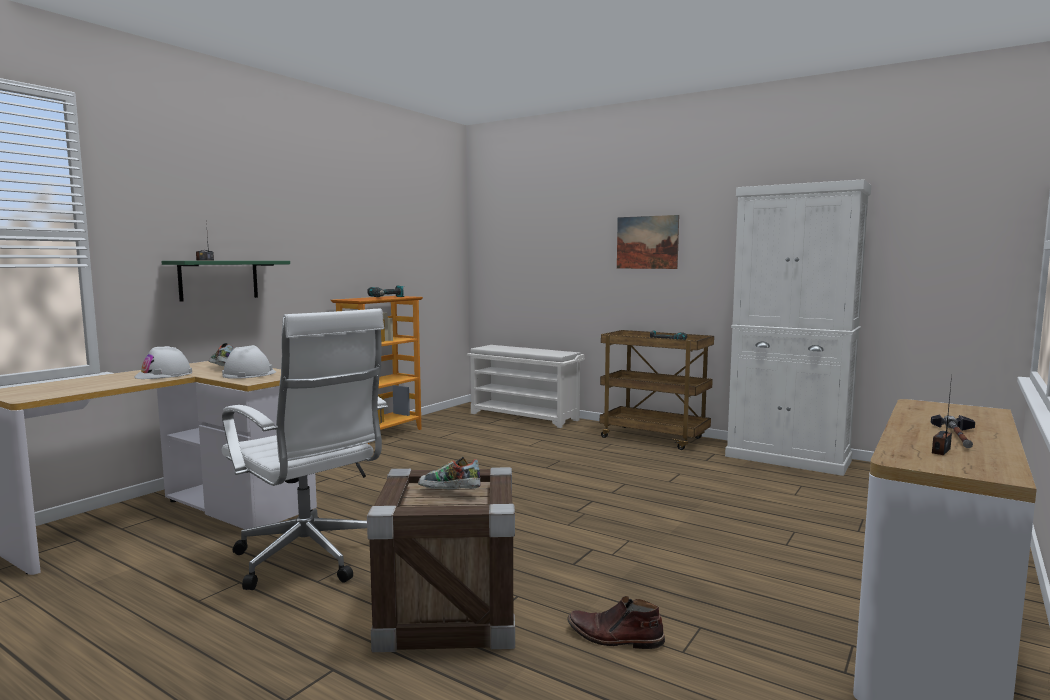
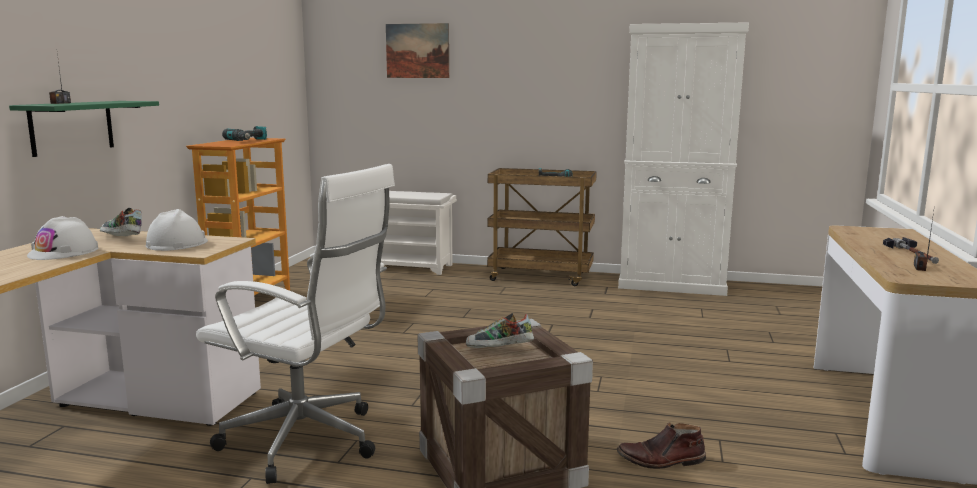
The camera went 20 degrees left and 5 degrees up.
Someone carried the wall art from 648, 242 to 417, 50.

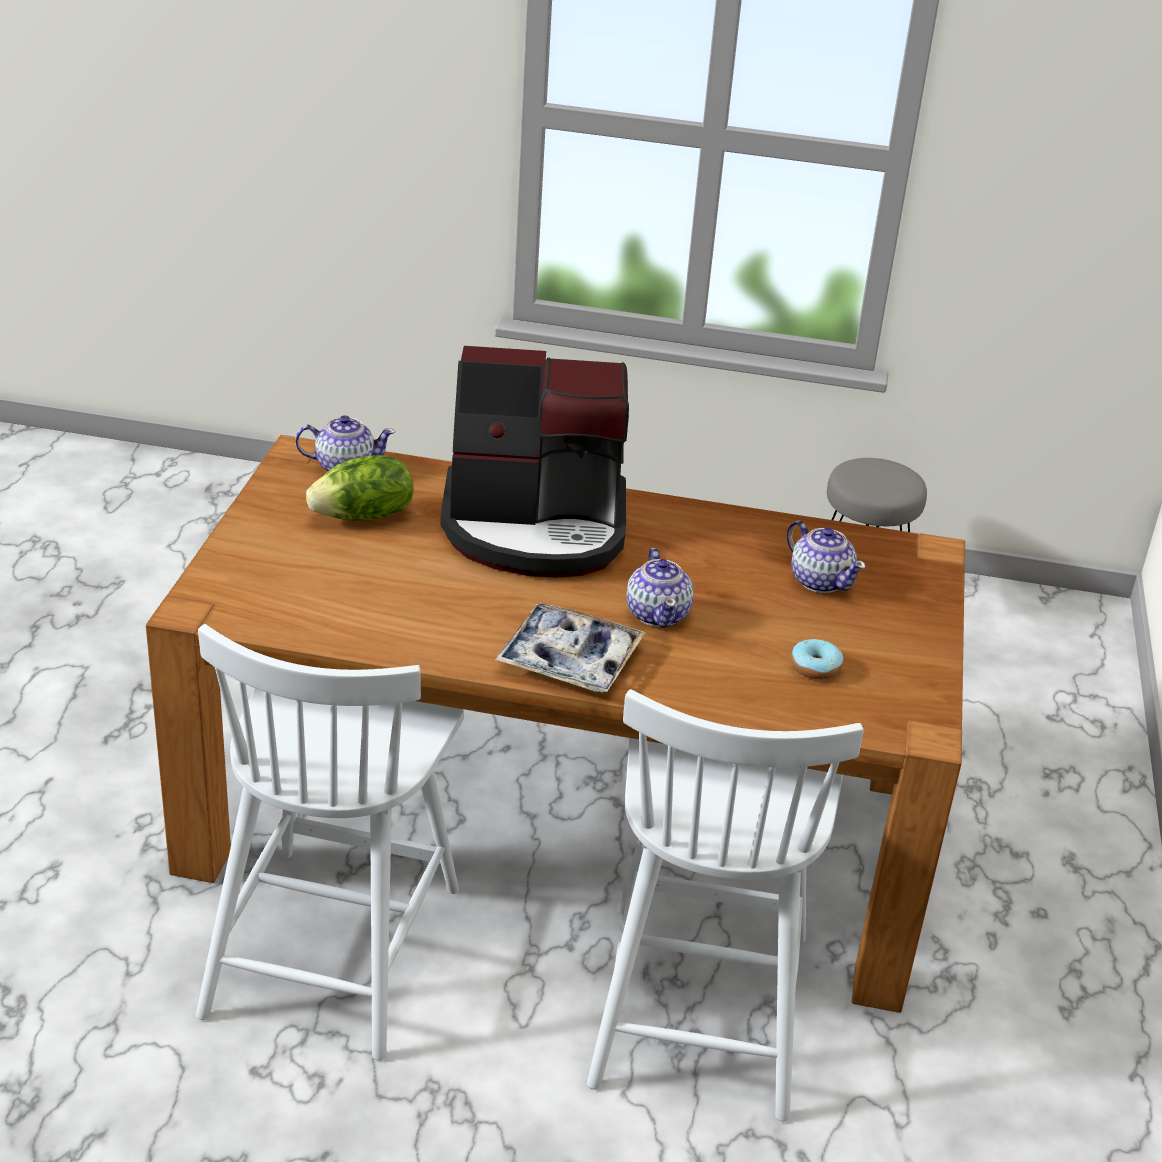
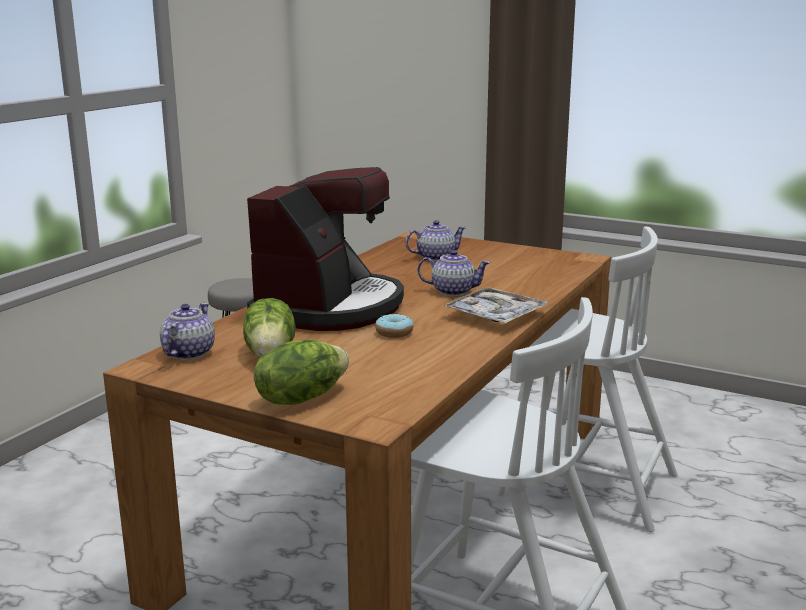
The camera went 70 degrees left and 15 degrees down.
Someone put down the lettuce head at 301, 372.
Someone carried the donut from 817, 659 to 394, 325.

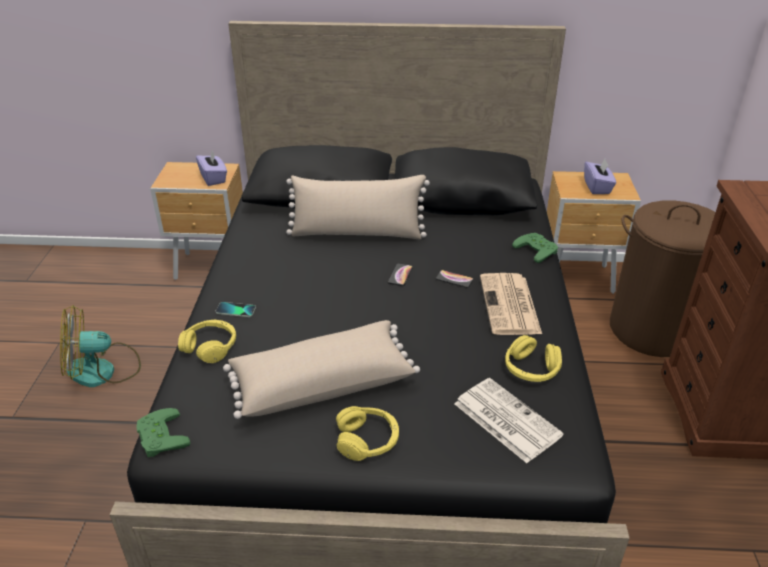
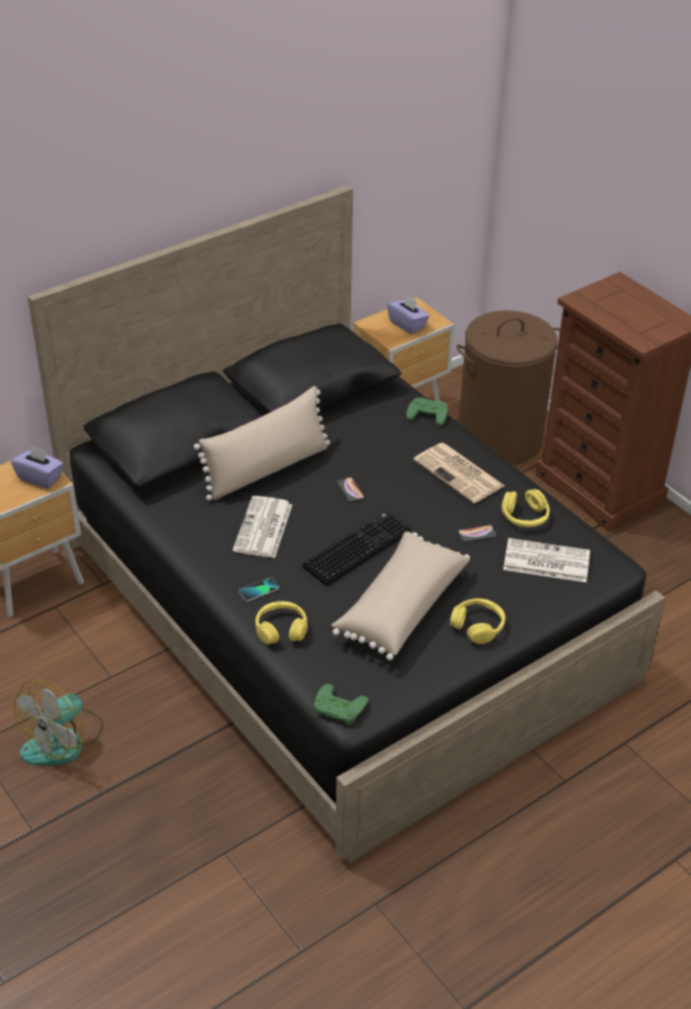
The camera went 40 degrees left and 5 degrees up.
Someone put down the newspaper at 262, 527.
Someone put down the PC keyboard at 356, 548.
Someone carried the telephone from 455, 279 to 477, 533.

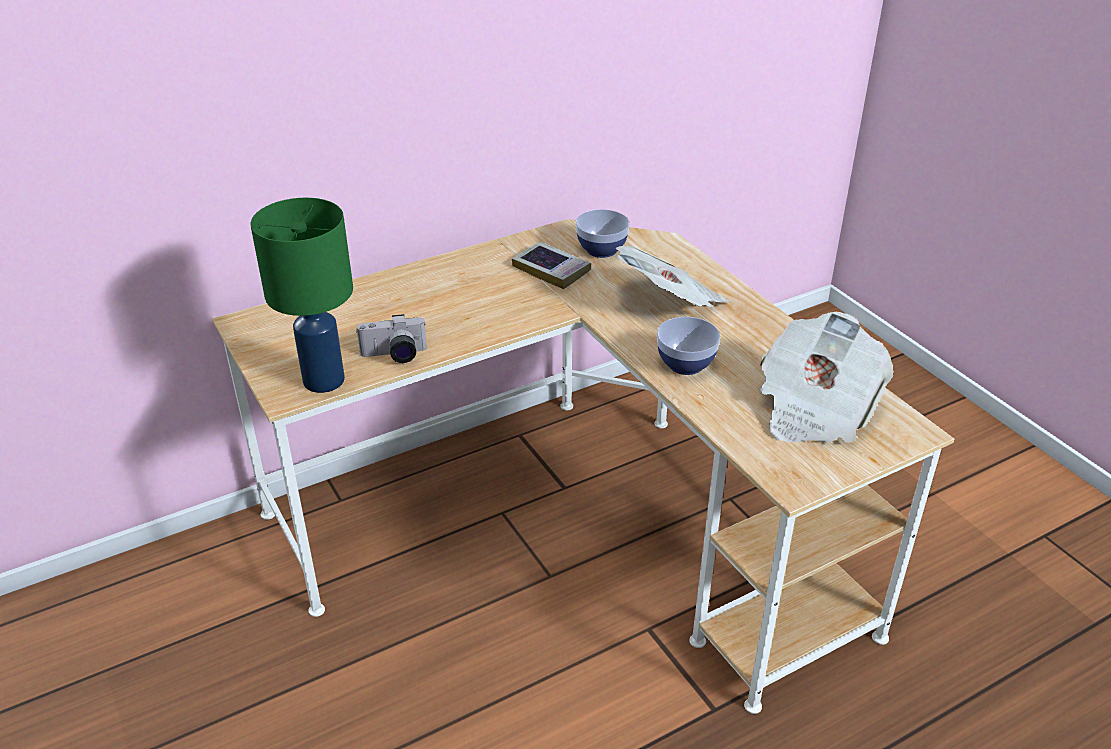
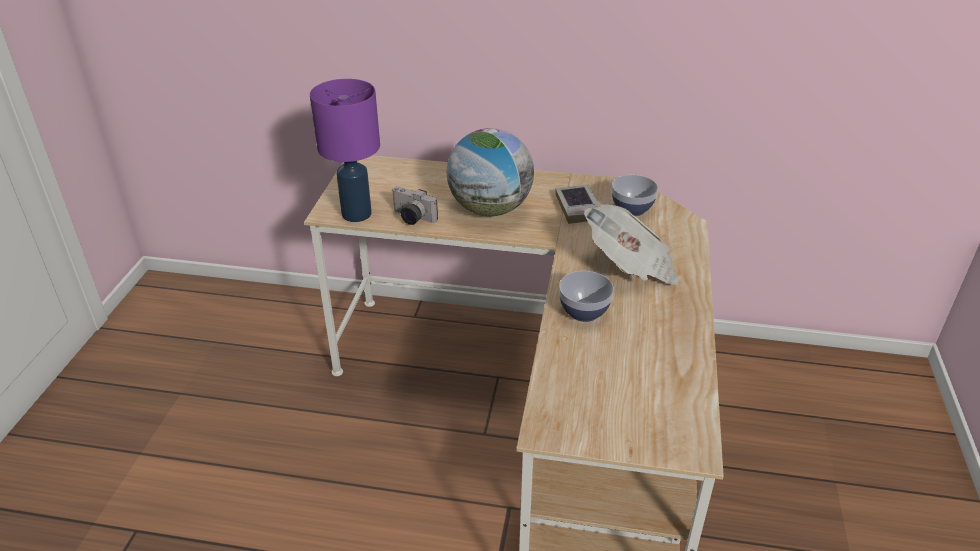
The camera went 40 degrees right and 0 degrees up.
Someone took away the newspaper at 827, 377.
Someone put down the world globe at 490, 172.
Someone repainted the greenish table lamp at 302, 295, which became the purplish table lamp at 345, 150.

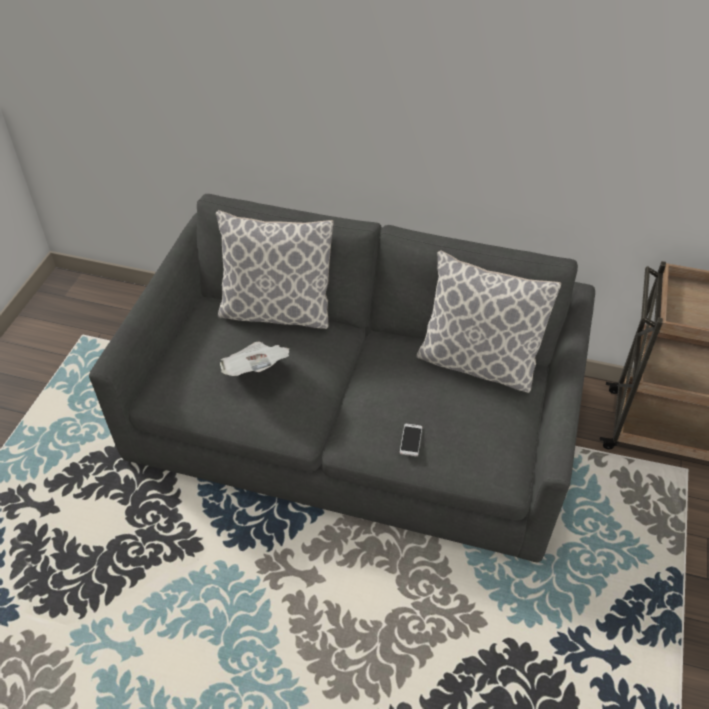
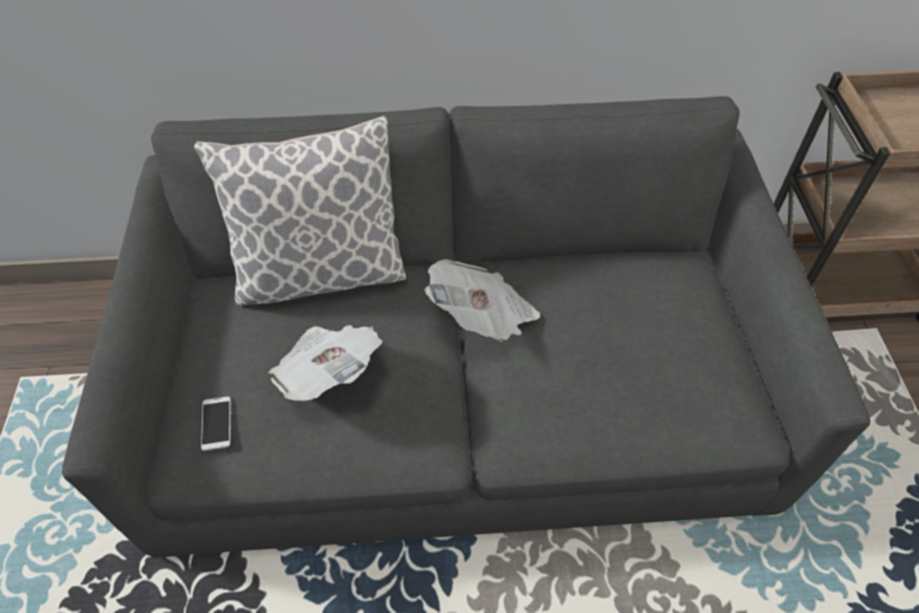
The camera went 20 degrees left and 5 degrees up.
Someone took away the pillow at 488, 321.
Someone put down the newspaper at 482, 300.
Someone carried the telephone from 411, 440 to 216, 423.

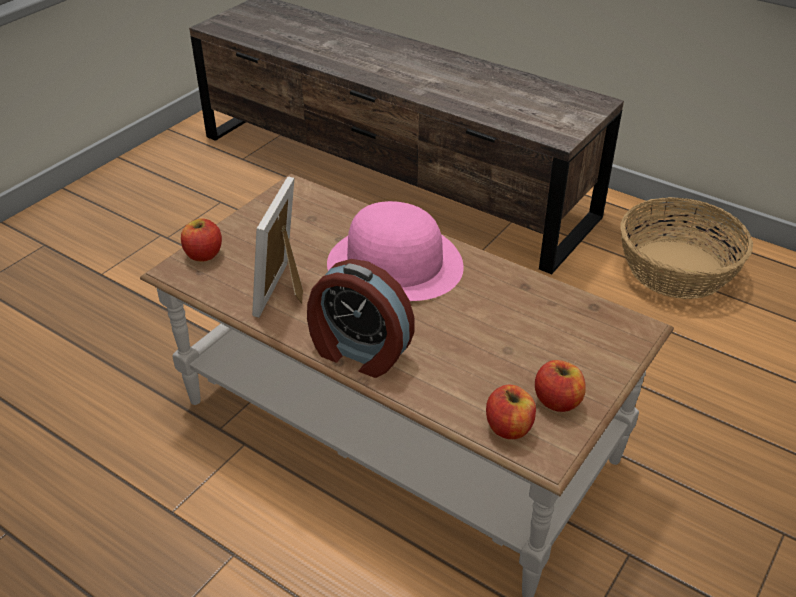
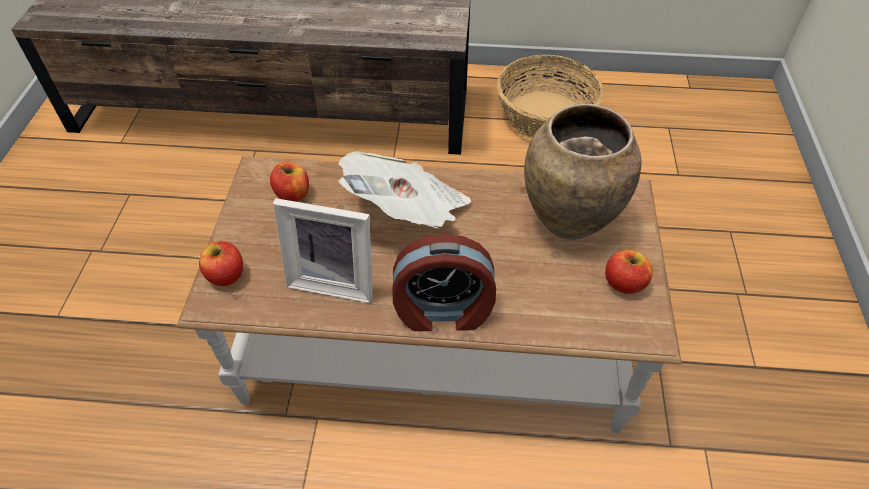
The camera went 30 degrees left and 10 degrees up.
Someone put down the brown-coloured flower vase at 582, 172.
Someone carried the whole apple from 511, 412 to 289, 182.
Someone swapped the pink wearable hat at 395, 251 for the newspaper at 404, 189.
Someone rotated the picture frame at 277, 247 by 60 degrees counterclockwise.

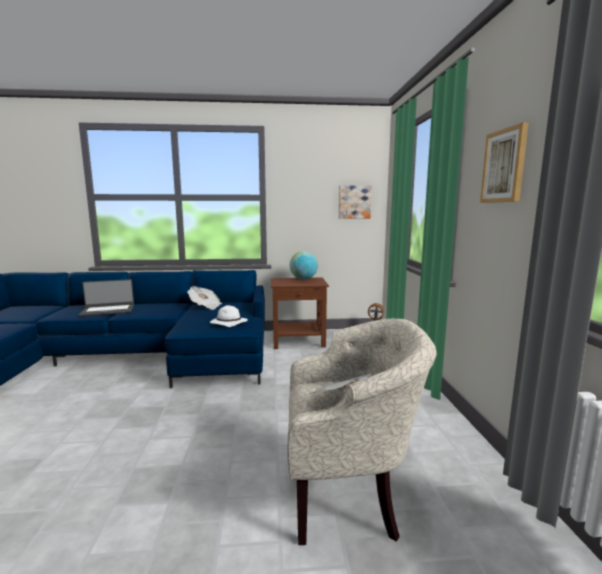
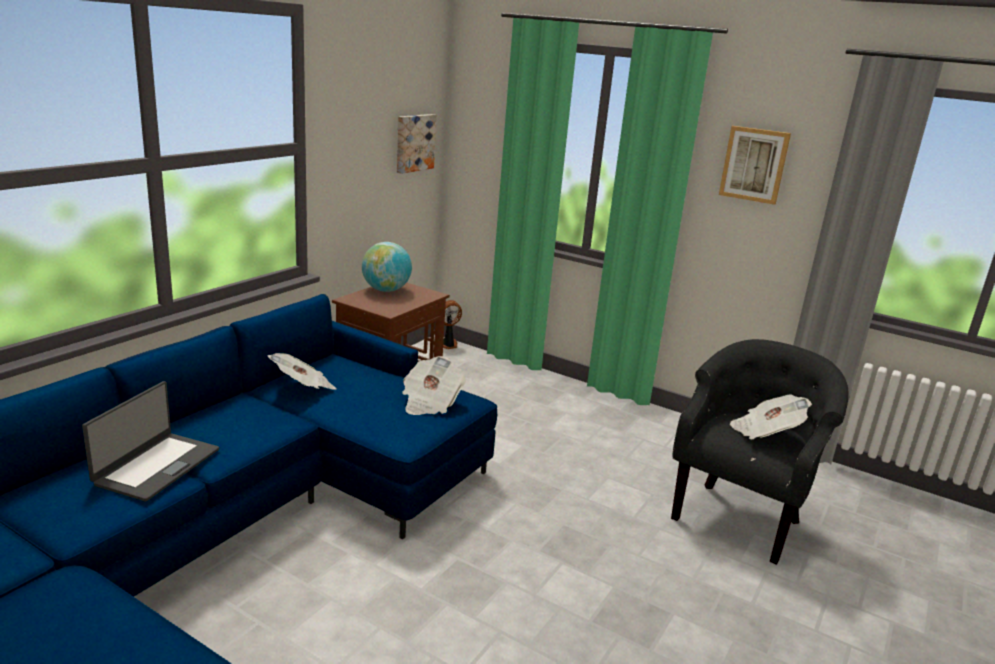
The camera went 55 degrees left and 10 degrees up.
Someone swapped the white wearable hat at 229, 316 for the newspaper at 434, 385.
Someone repainted the beige-coloured easy chair at 362, 432, which became the black easy chair at 760, 452.

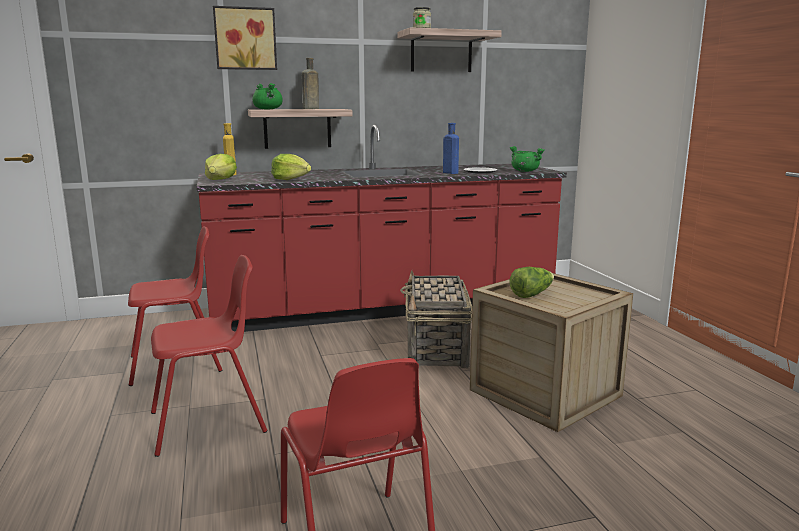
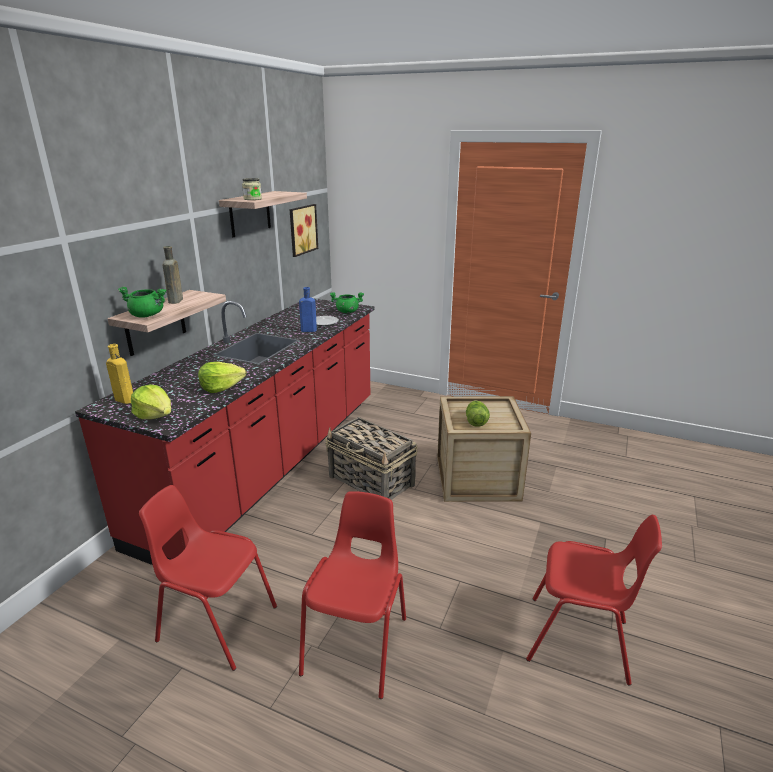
The camera went 50 degrees left and 10 degrees up.
Someone carried the wall art from 245, 38 to 303, 230.
Someone rotated the red chair at 175, 306 by 90 degrees counterclockwise.

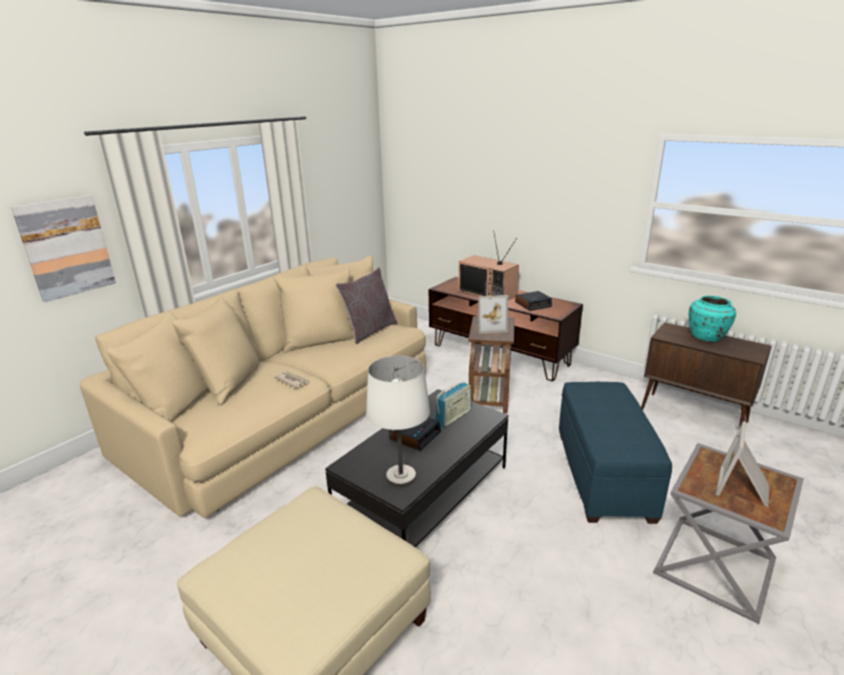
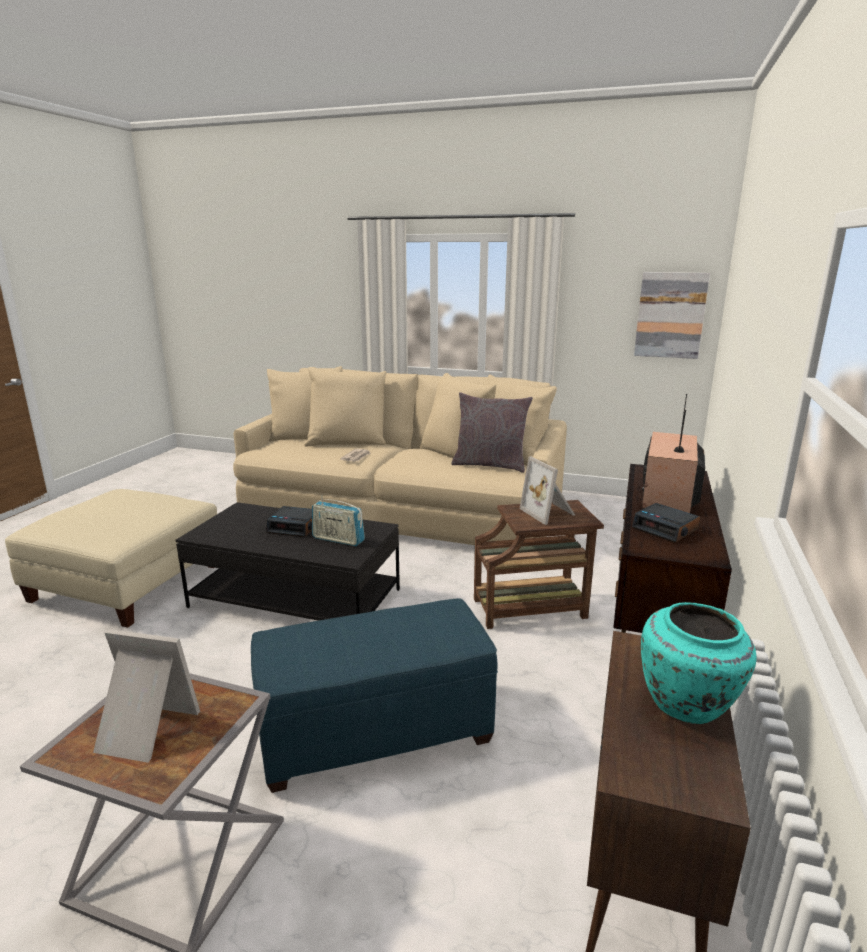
The camera went 70 degrees right and 5 degrees down.
Someone took away the white table lamp at 398, 421.
Someone carried the wall art from 63, 248 to 672, 315.

